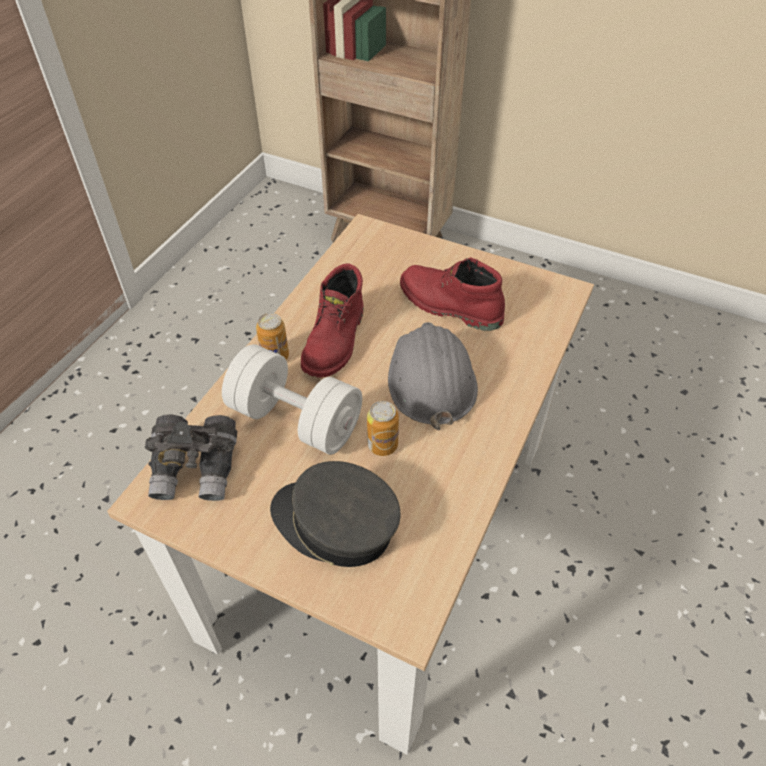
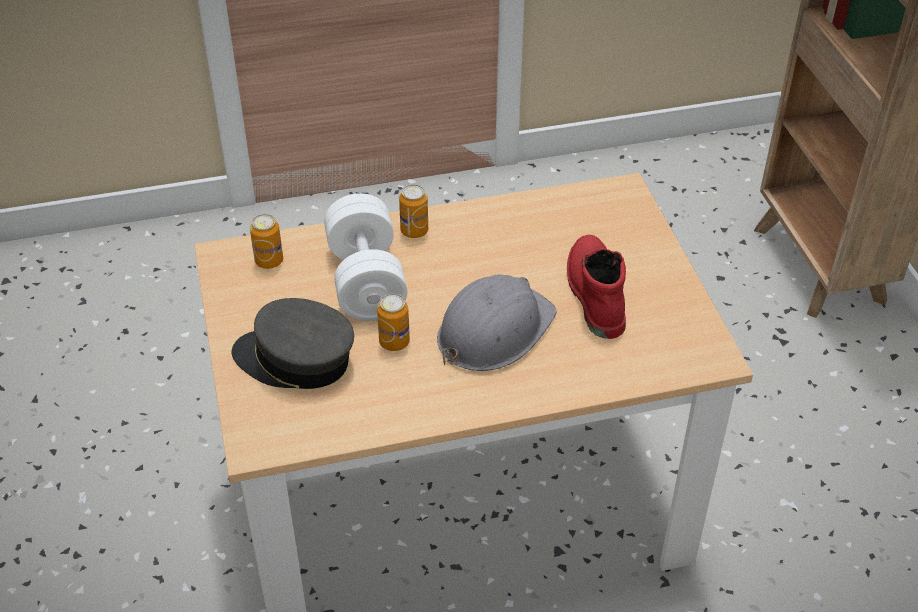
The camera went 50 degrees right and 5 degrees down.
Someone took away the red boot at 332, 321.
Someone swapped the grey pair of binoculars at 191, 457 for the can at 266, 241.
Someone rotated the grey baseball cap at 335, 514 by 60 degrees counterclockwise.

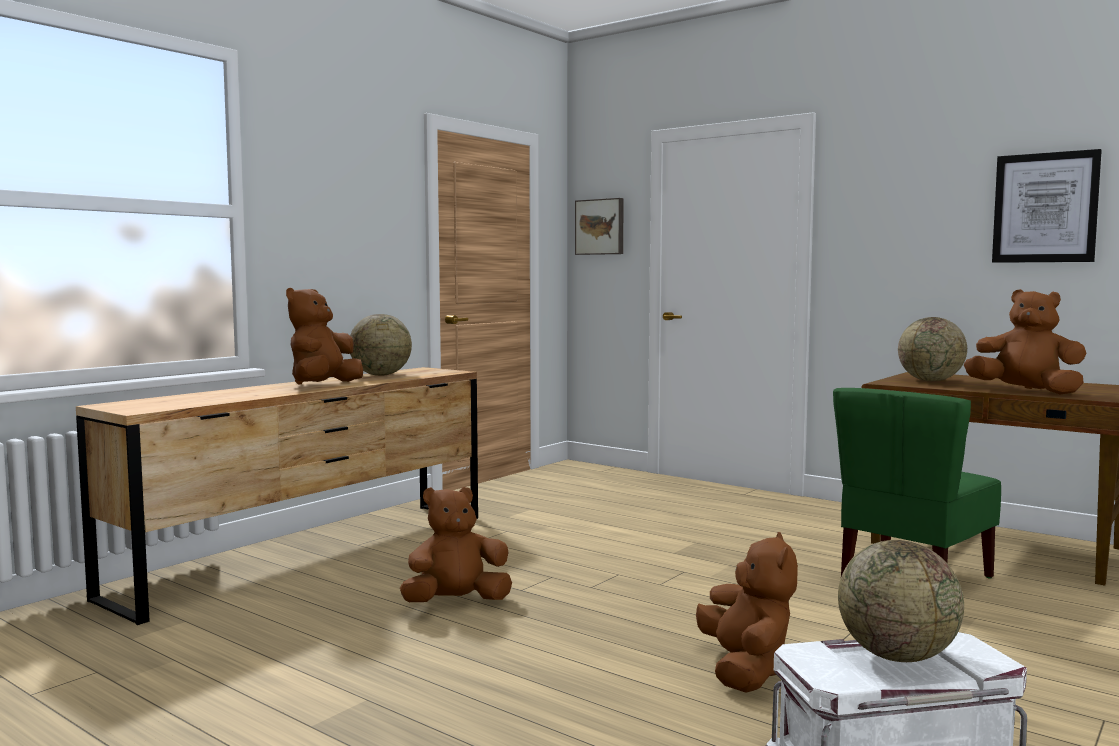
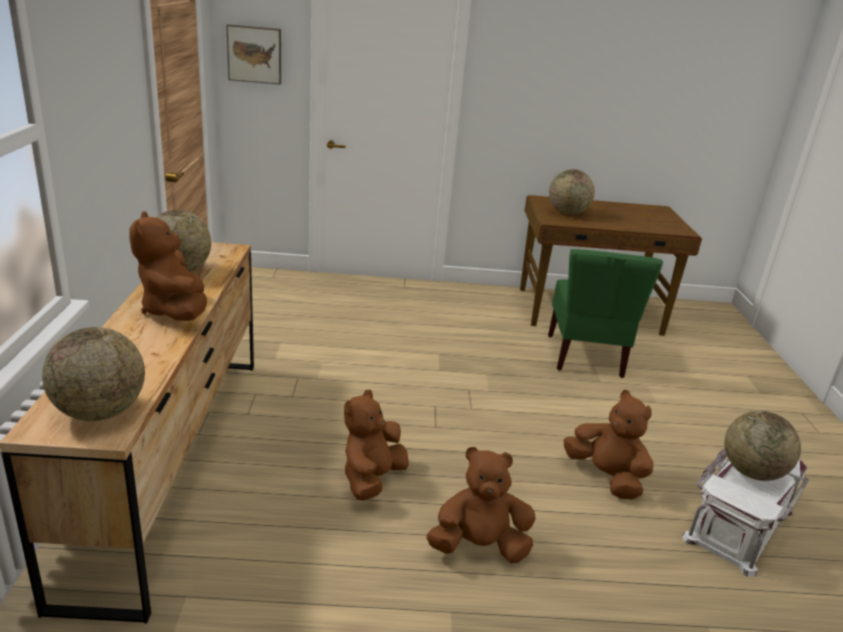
The camera went 40 degrees left and 20 degrees up.
Someone took away the wall art at 1047, 206.
Someone put down the world globe at 93, 374.
Someone carried the brown-coloured plush toy from 1025, 342 to 481, 505.

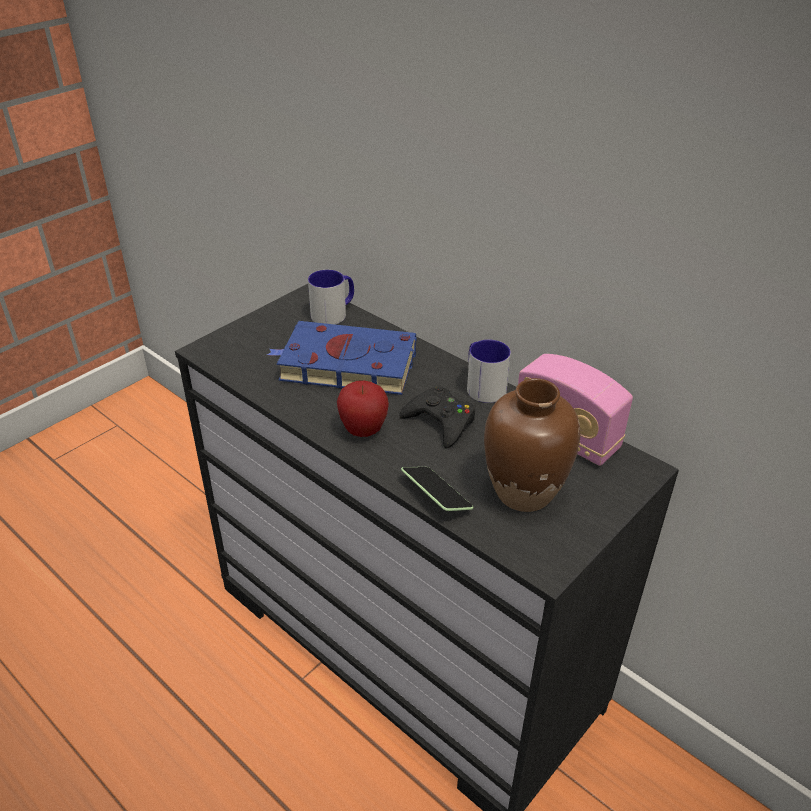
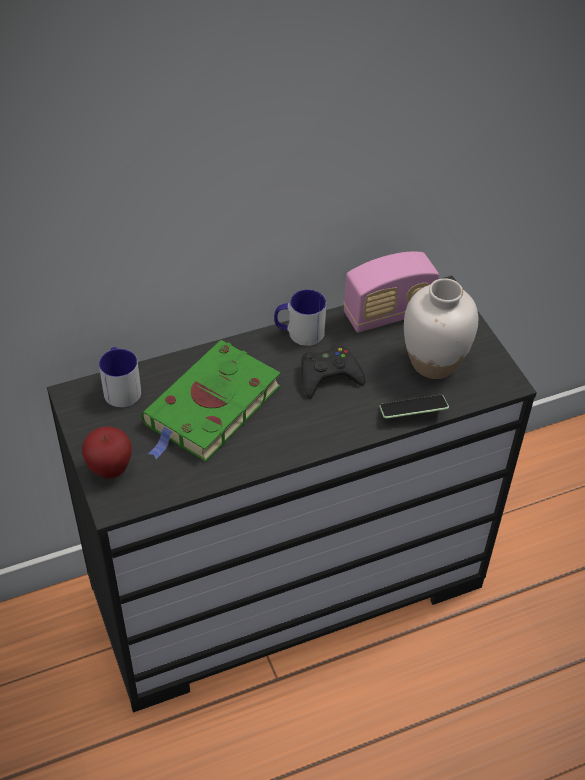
The camera went 65 degrees left and 10 degrees up.
Someone carried the whole apple from 363, 409 to 107, 452.
Someone repainted the blue volume at 342, 358, which became the greenish volume at 211, 401.
Someone repainted the brown-coloured flower vase at 532, 445, which became the white flower vase at 441, 328.

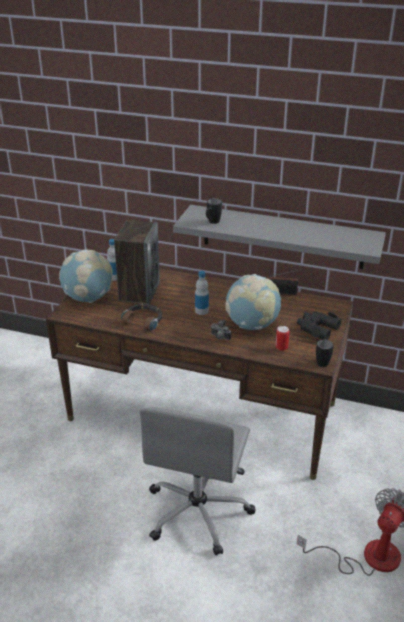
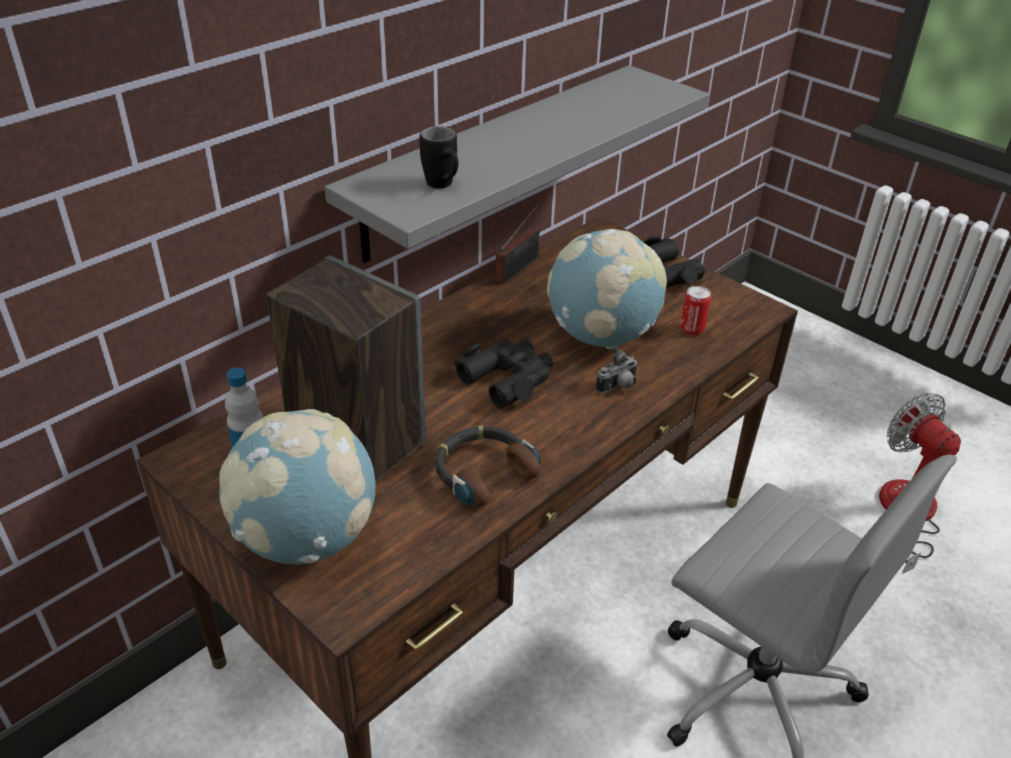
The camera went 65 degrees left and 5 degrees up.
Someone took away the black coffee mug at 325, 352.
Someone swapped the beverage bottle at 202, 293 for the black pair of binoculars at 503, 374.

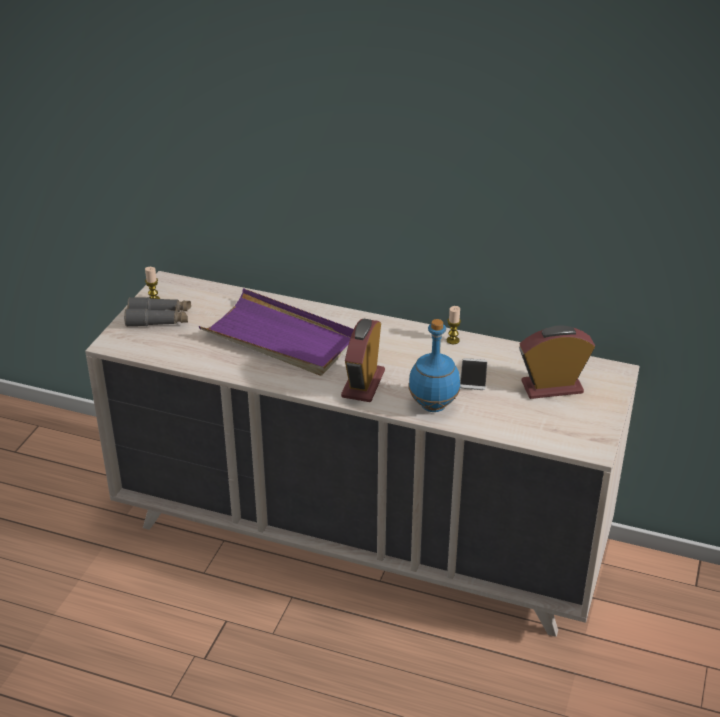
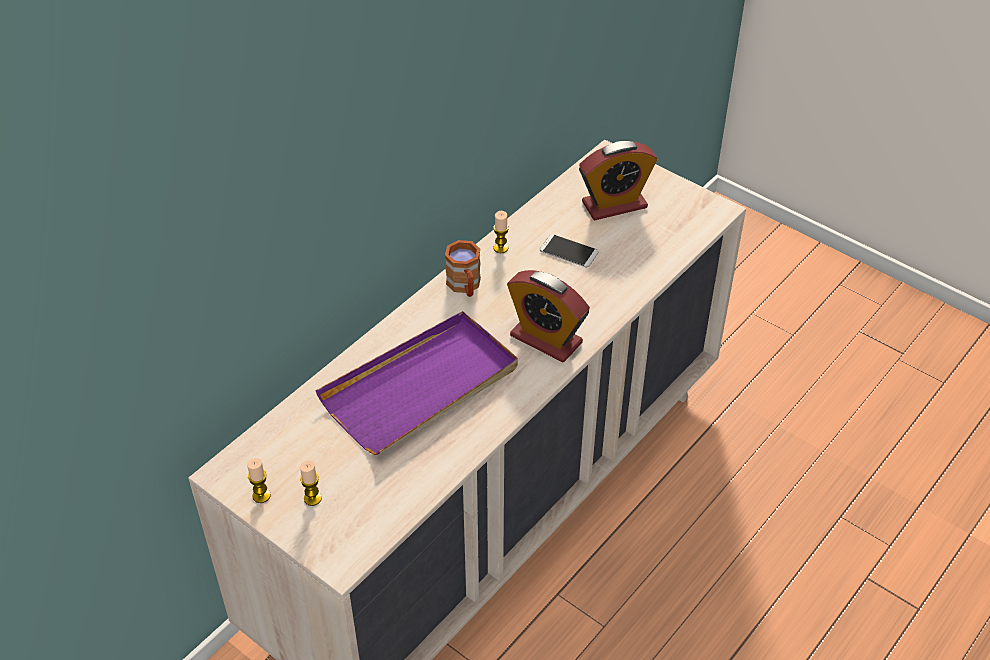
The camera went 70 degrees left and 10 degrees up.
Someone took away the blue beverage bottle at 434, 365.
Someone put down the brown-coloured coffee mug at 463, 268.
Someone swapped the grey pair of binoculars at 157, 312 for the wax light at 311, 483.
Someone rotated the bedside clock at 557, 362 by 120 degrees counterclockwise.

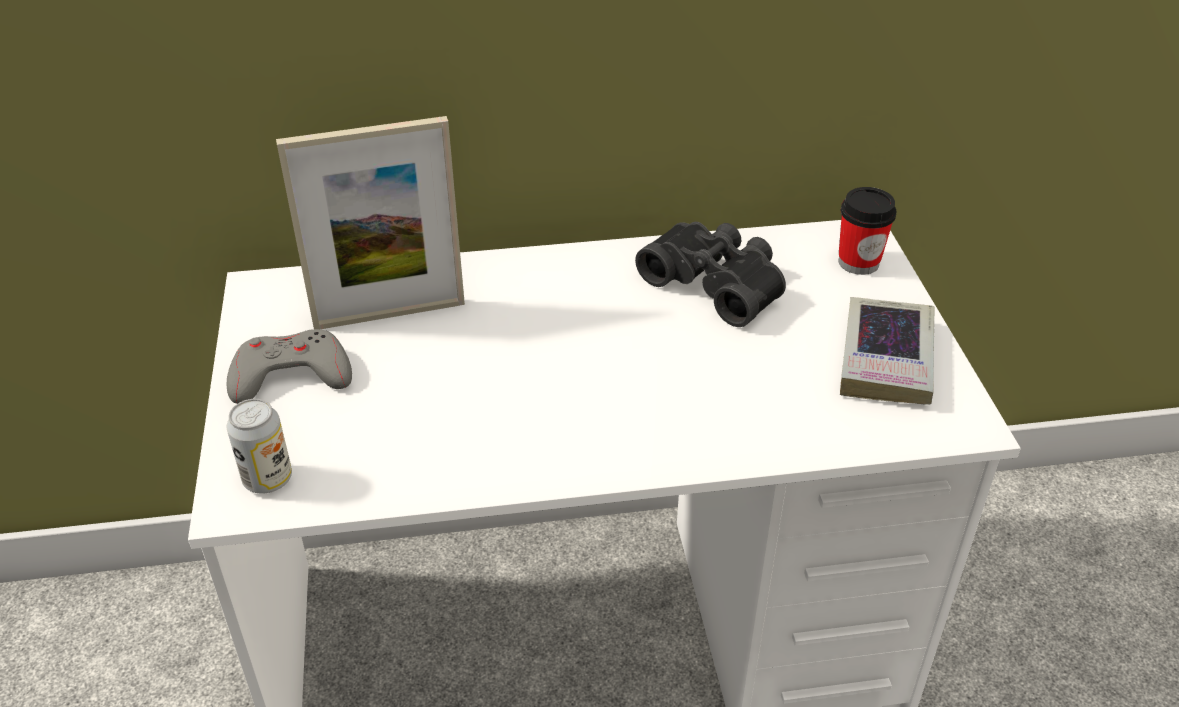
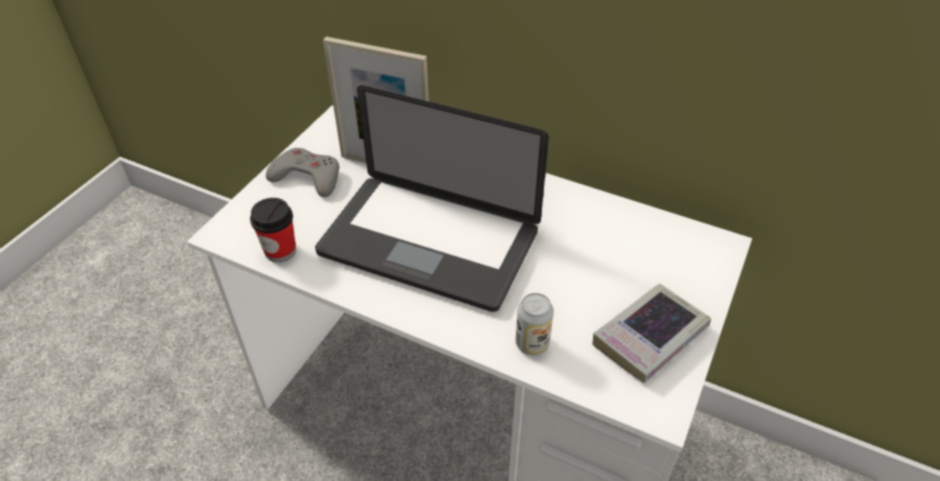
The camera went 35 degrees right and 5 degrees up.
Someone took away the black pair of binoculars at 710, 274.
Someone put down the laptop at 432, 198.
Someone carried the can from 259, 446 to 535, 324.
Someone carried the drinking cup from 867, 231 to 273, 230.

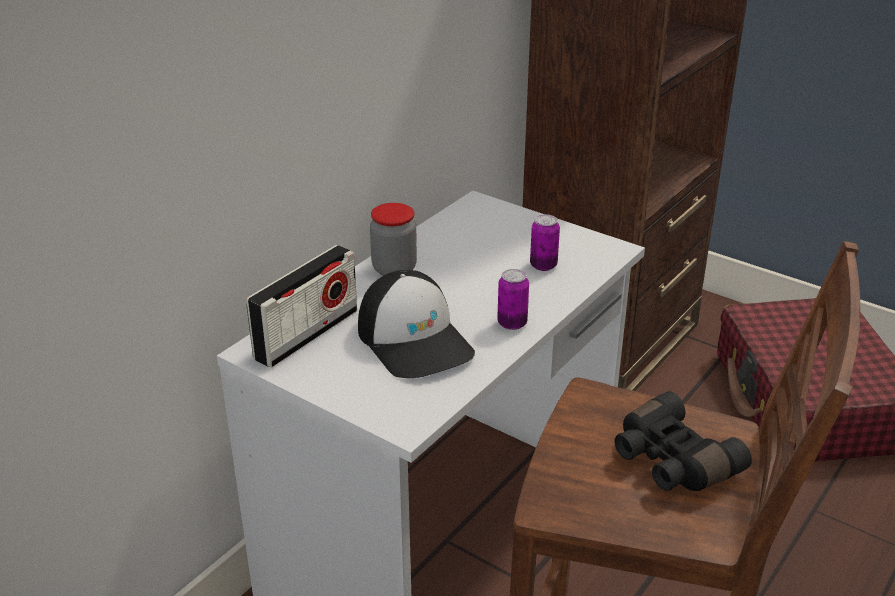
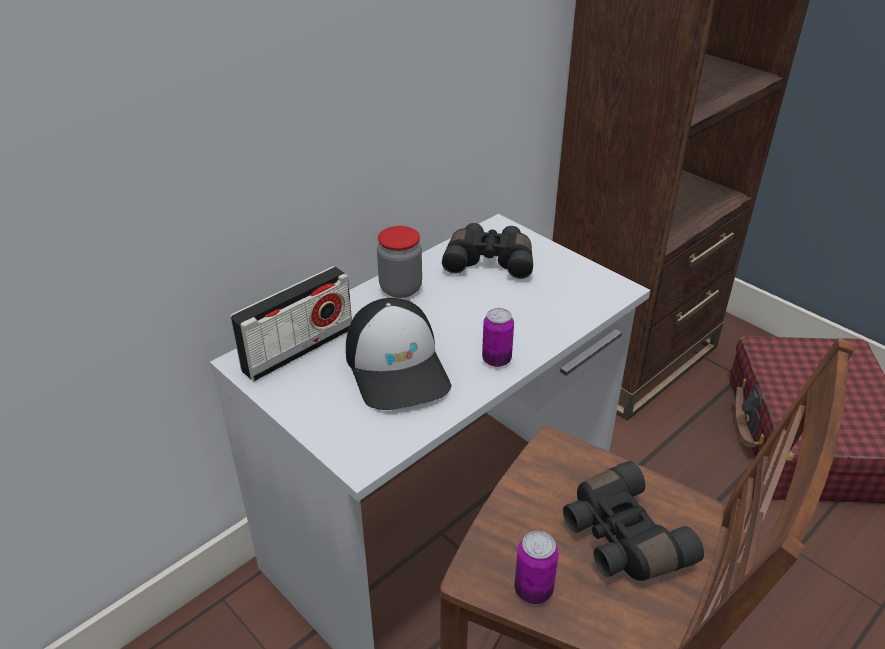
The camera went 10 degrees right and 5 degrees up.
Someone put down the black pair of binoculars at 487, 251.
Someone carried the can from 545, 242 to 536, 567.

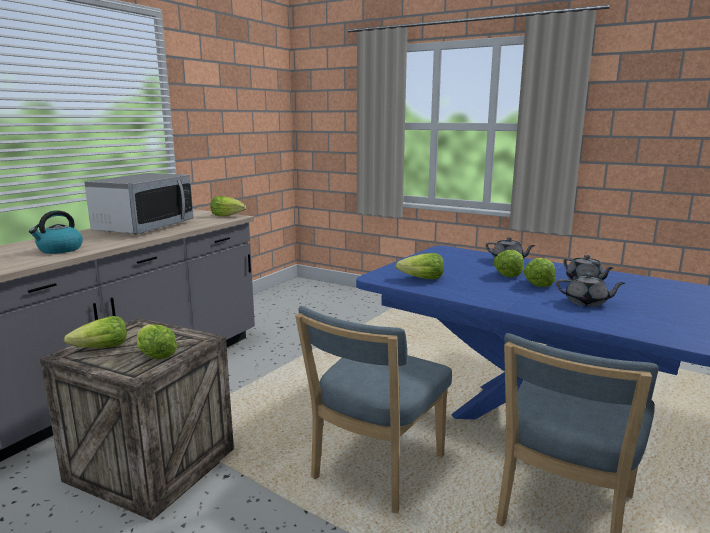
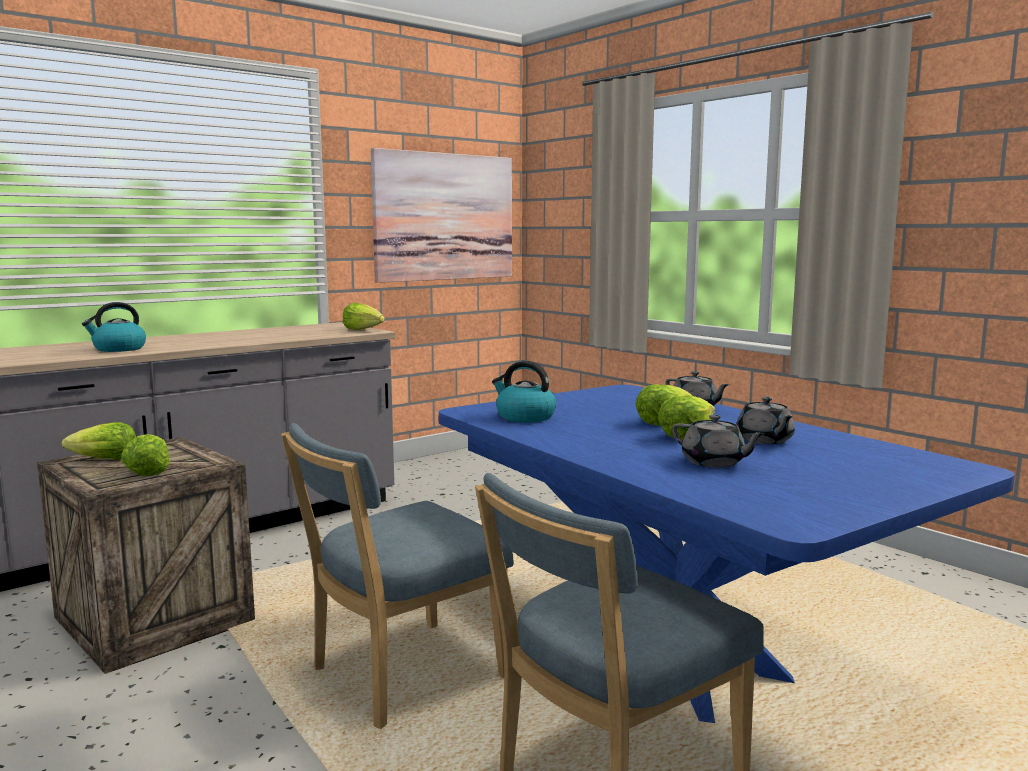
The camera went 20 degrees right and 5 degrees down.
Someone took away the kitchen microwave at 139, 204.
Someone put up the wall art at 441, 215.
Someone swapped the lettuce head at 420, 266 for the water kettle at 524, 392.

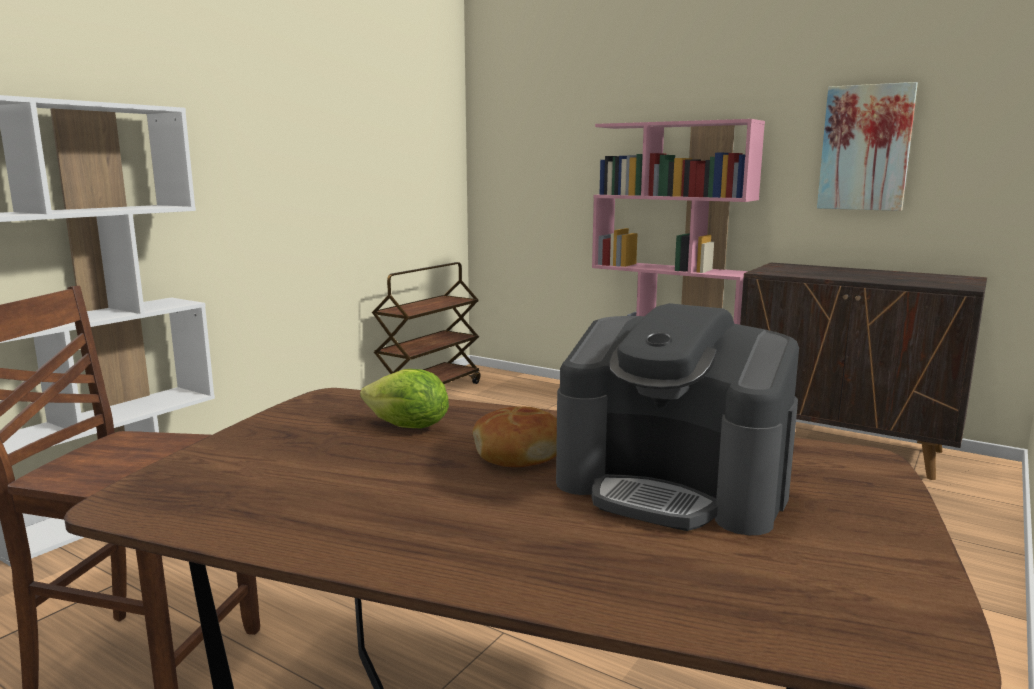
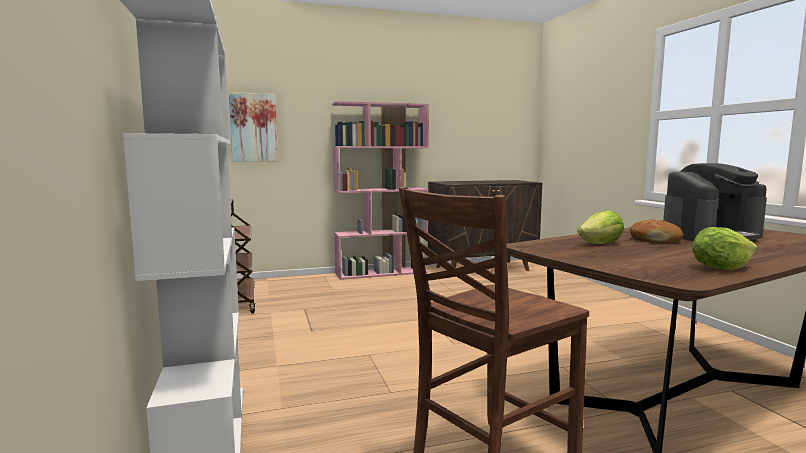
The camera went 50 degrees left and 5 degrees down.
Someone put down the lettuce head at 724, 249.
Someone carried the wall art from 867, 146 to 253, 127.

